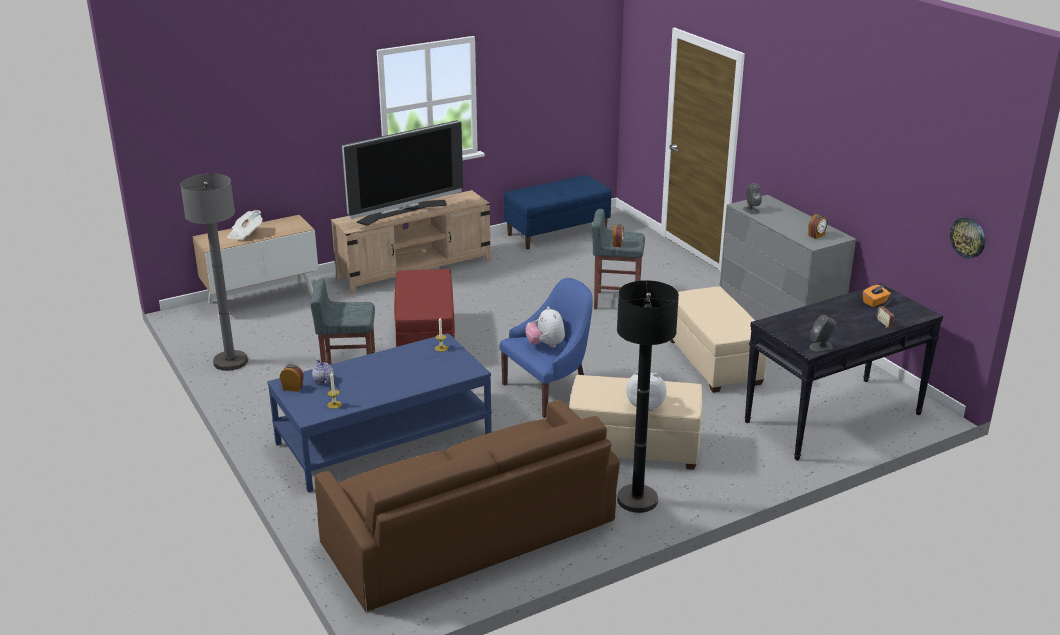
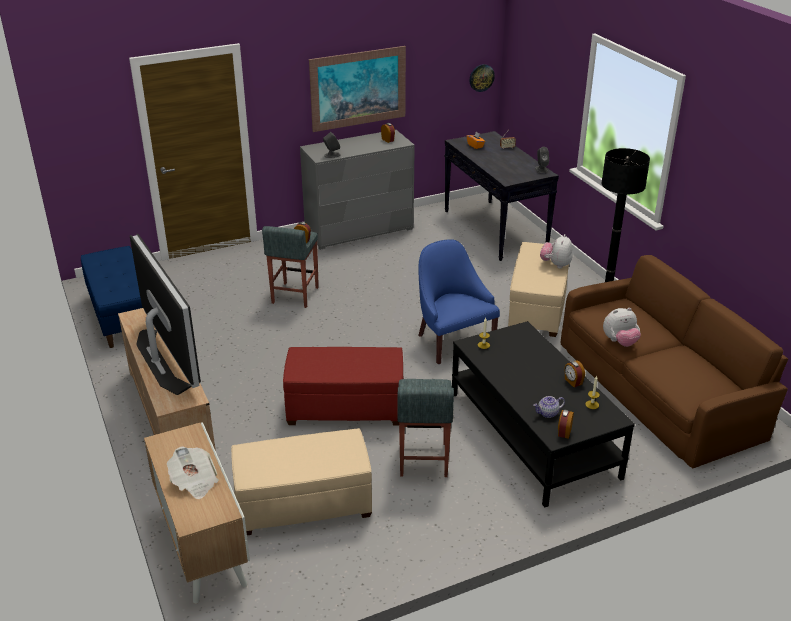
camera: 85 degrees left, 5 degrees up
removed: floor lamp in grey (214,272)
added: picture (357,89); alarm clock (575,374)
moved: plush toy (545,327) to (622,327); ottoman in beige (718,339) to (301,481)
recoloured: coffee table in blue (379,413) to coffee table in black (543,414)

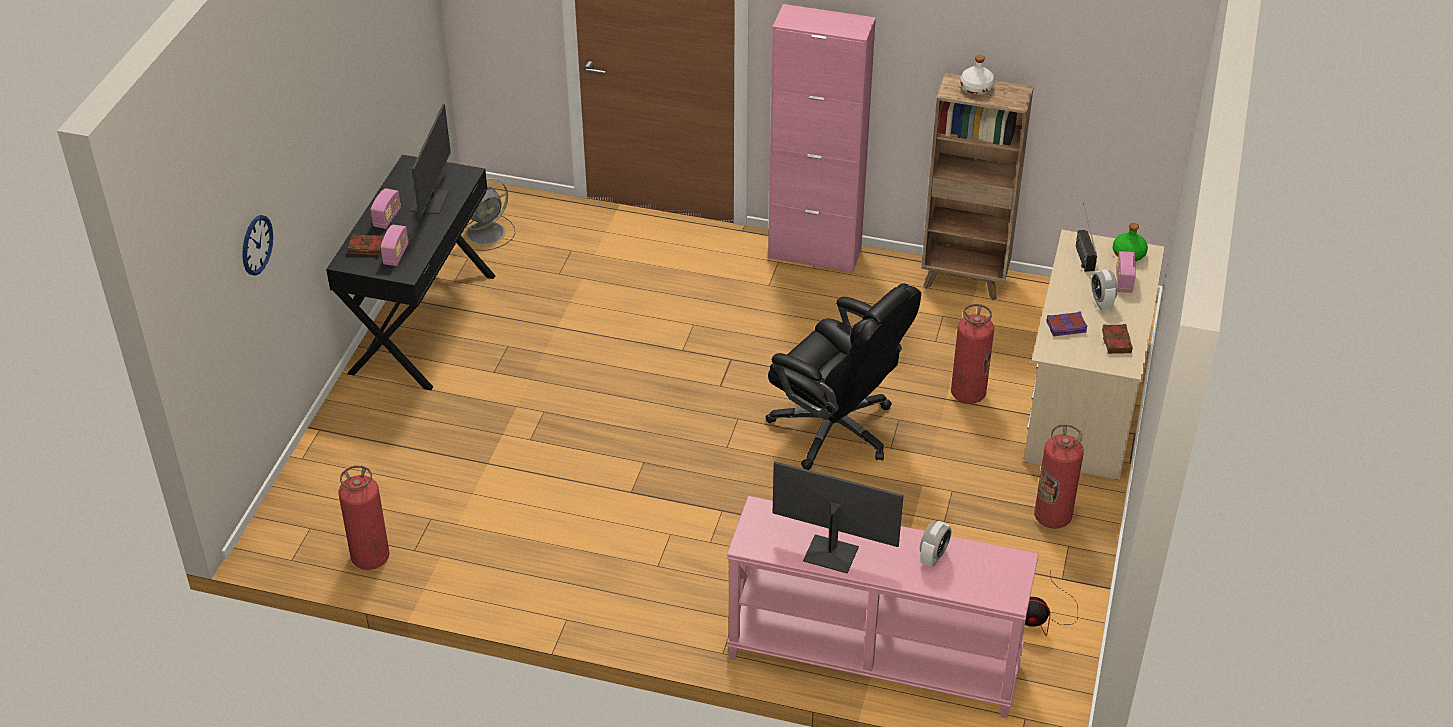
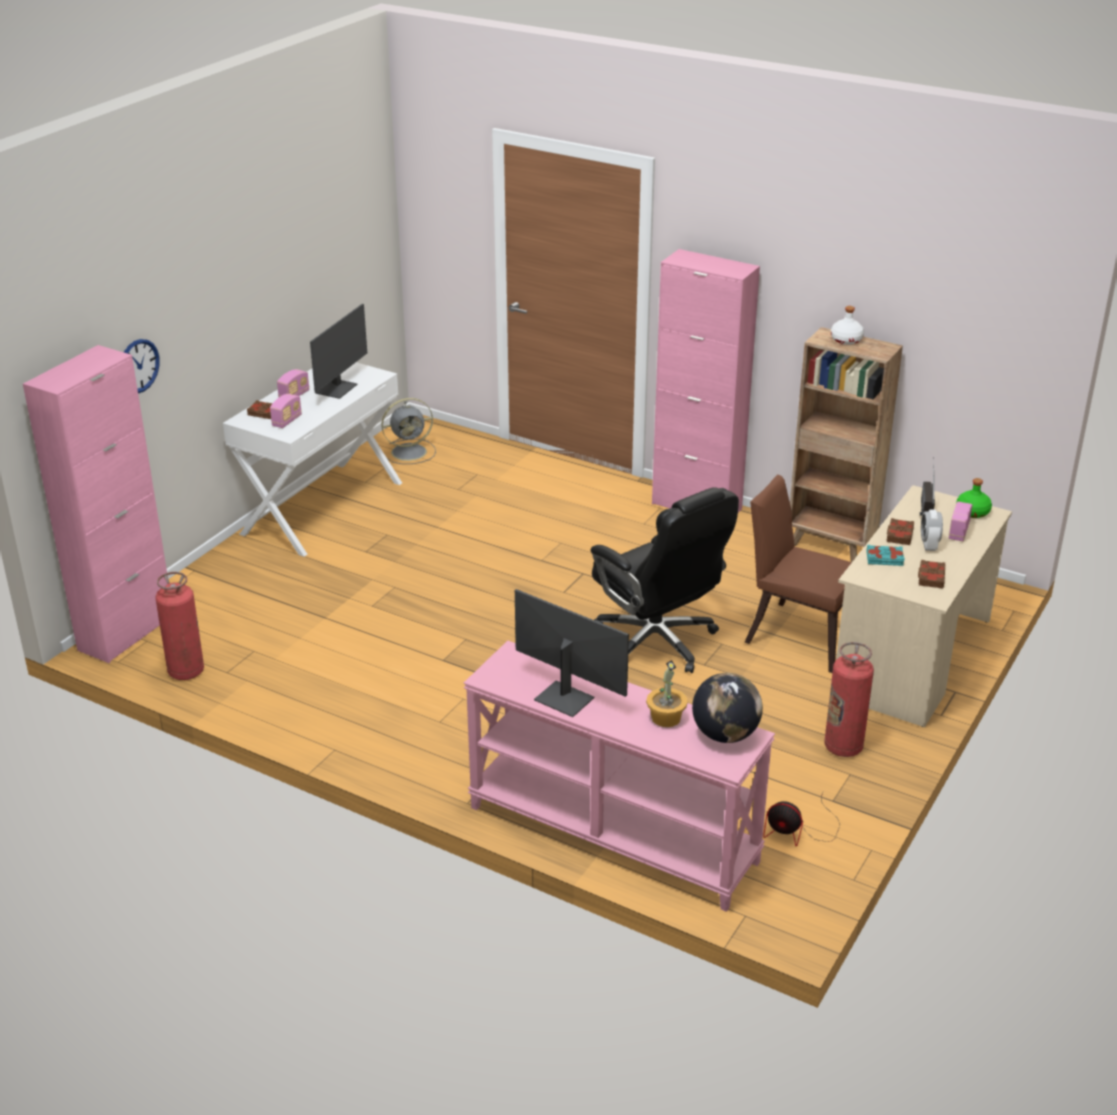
camera: 15 degrees right, 10 degrees down
added: cabinet in pink (95,504); globe (727,708); book in brown (900,531)
replaced: alarm clock (936,543) to potted plant (667,693); fire extinguisher (972,354) to chair in brown (798,573)
recoloured: desk in black (410,272) to desk in white (312,459); book in purple (1067,323) to book in turquoise (885,555)

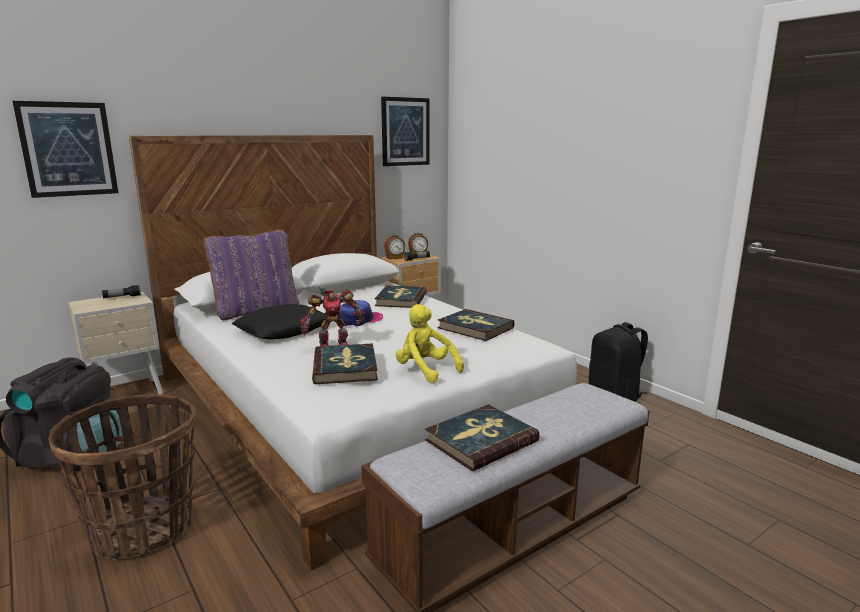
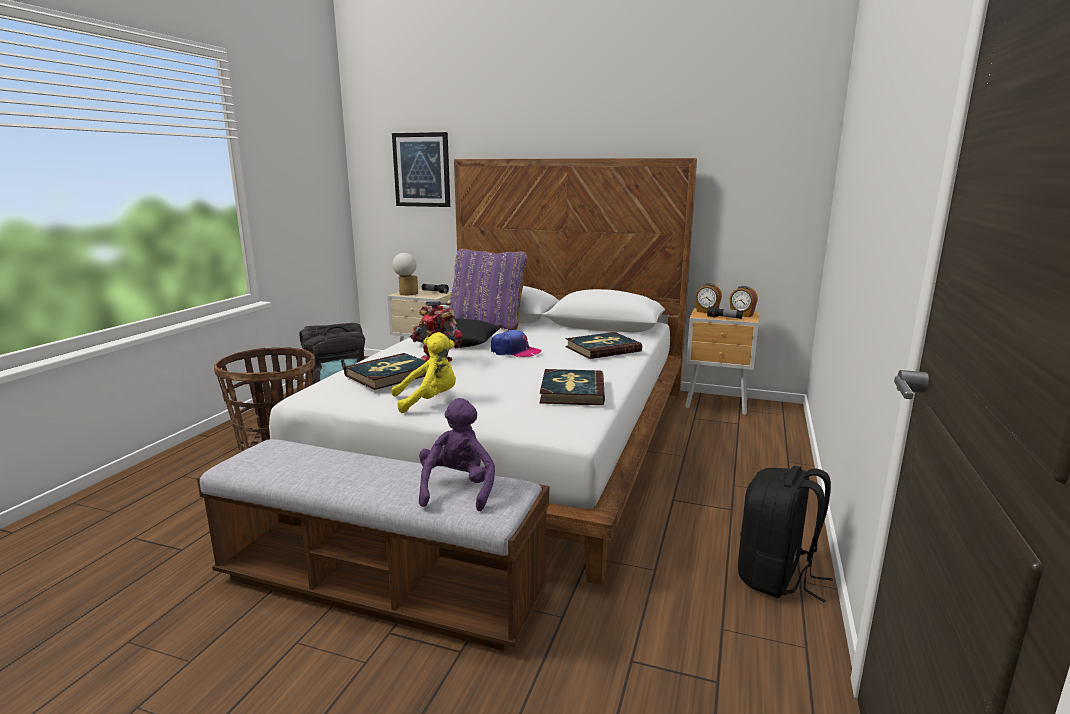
camera: 55 degrees right, 0 degrees up
removed: picture (405,131); book (482,437)
added: table lamp (405,274); plush toy in purple (457,454)
turned: plush toy in yellow (430,343) = (424,372) 60 degrees clockwise

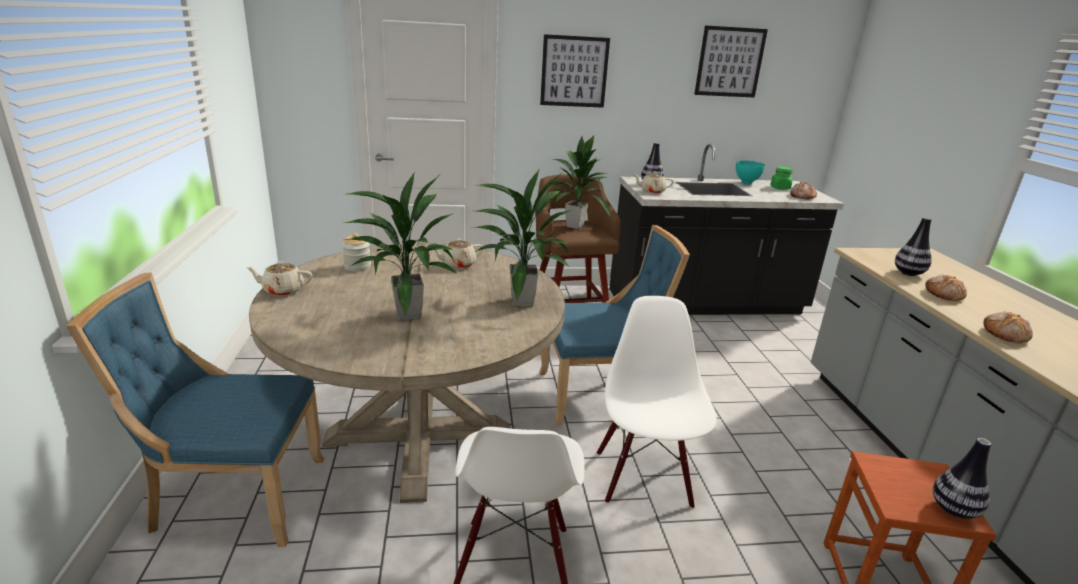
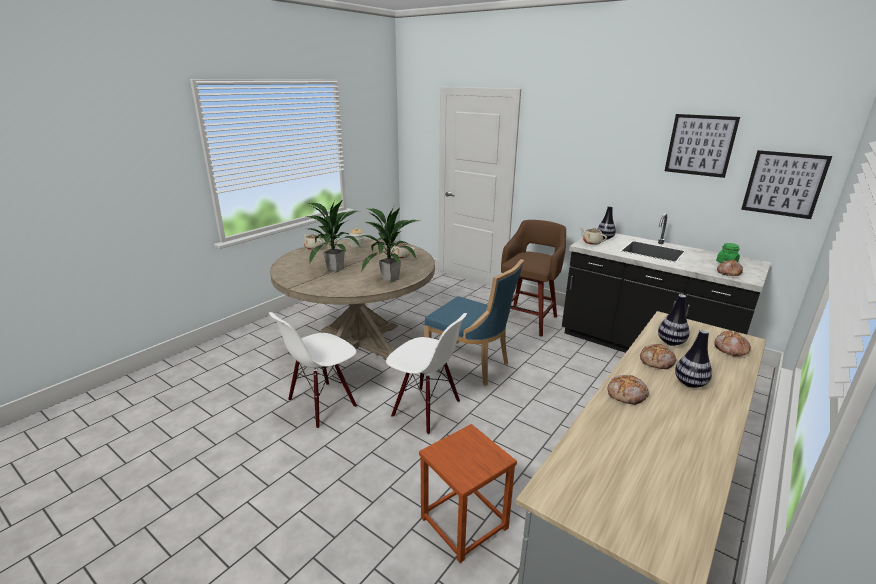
camera: 45 degrees right, 0 degrees up
removed: chair in blue (195,409); potted plant (578,182); bowl in turquoise (750,172)
added: bread (733,343)
moved: picture (575,71) to (786,184); vase (962,478) to (693,358)
turned: chair in white (657,402) = (426,374) 75 degrees clockwise

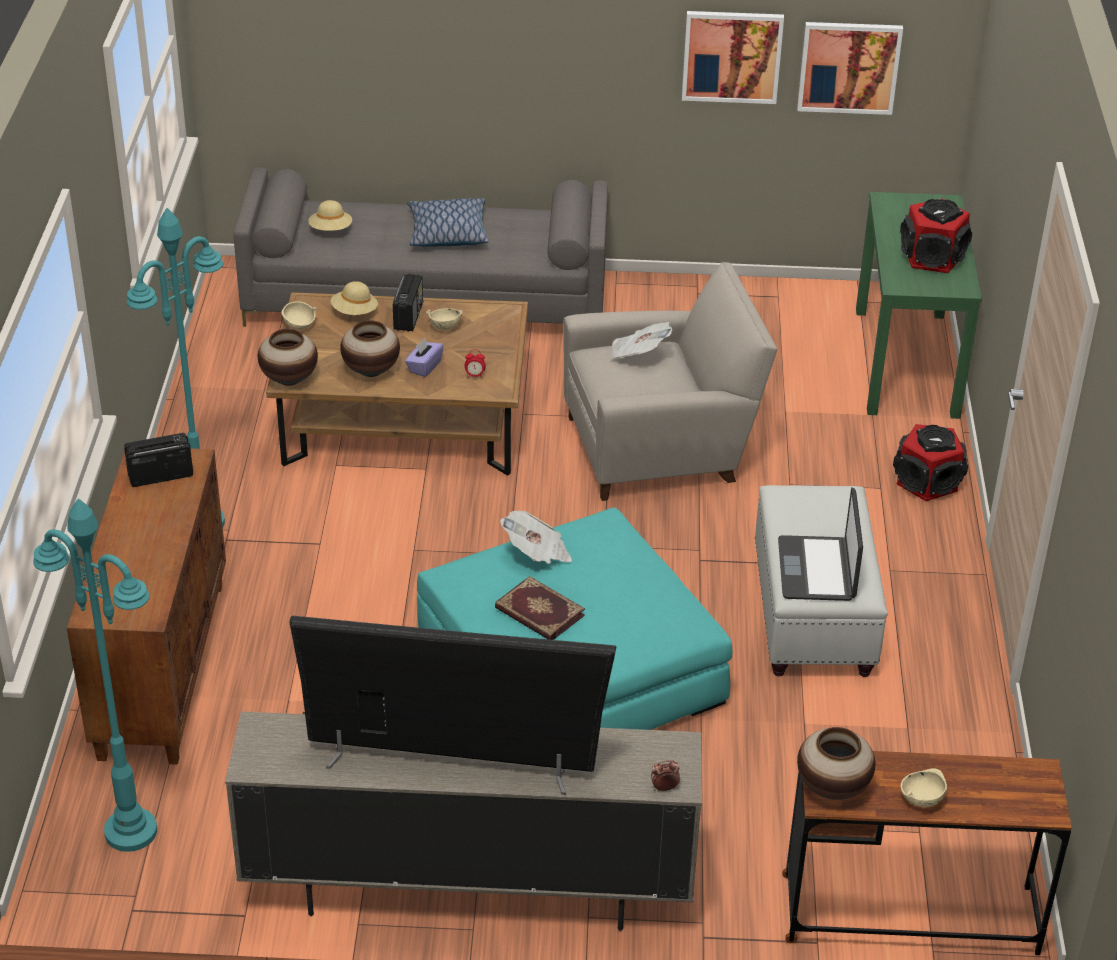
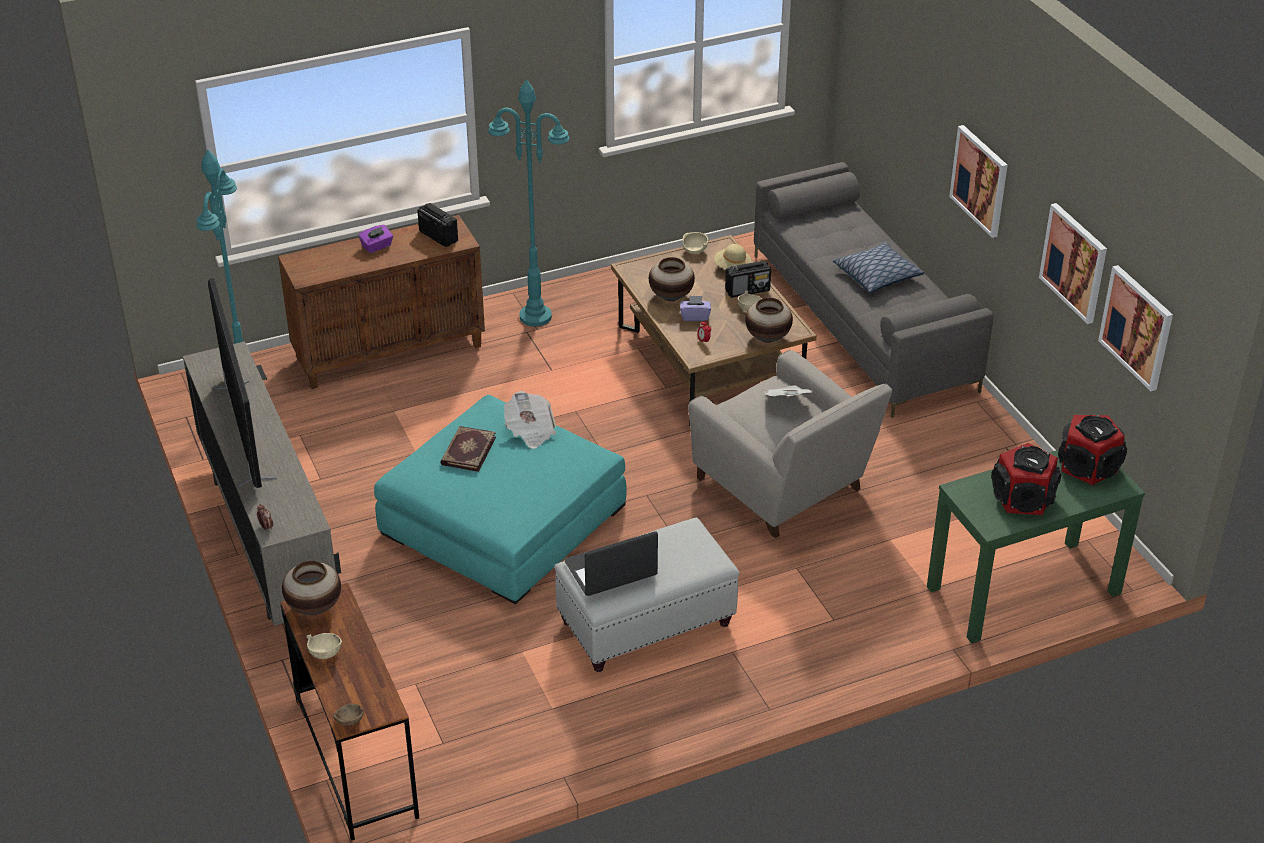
camera: 65 degrees right, 0 degrees up
removed: hat in beige (330,215)
added: bowl in brown (348,715); tissue box in purple (375,239); picture (978,181)
moved: vase (288,357) to (769,320); speaker (930,462) to (1092,450)

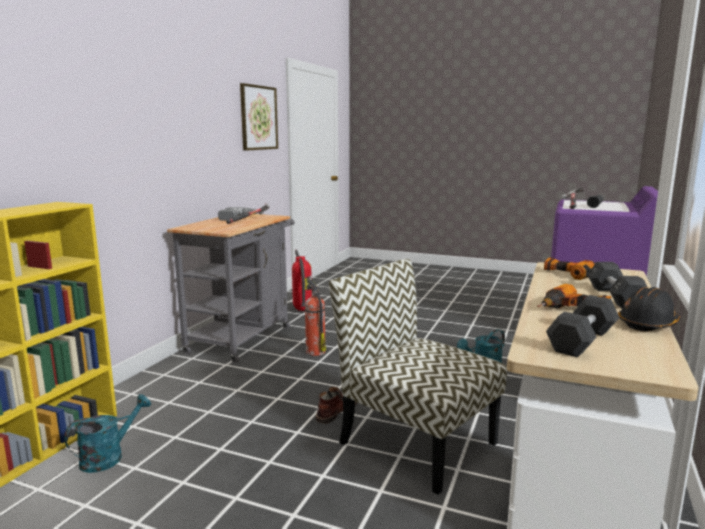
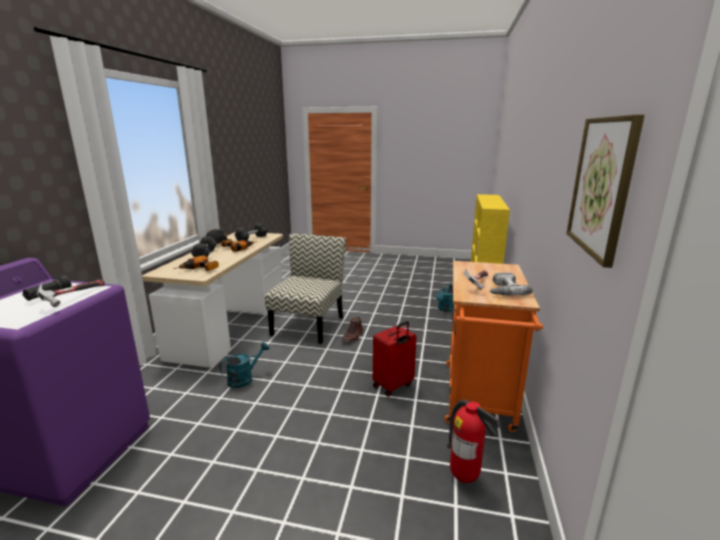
camera: 170 degrees right, 5 degrees up
replaced: fire extinguisher (315,317) to suitcase in red (395,359)
recoloured: cart in grey (231,289) to cart in orange (494,346)
turned: chair (418,377) = (305,289) 105 degrees counterclockwise

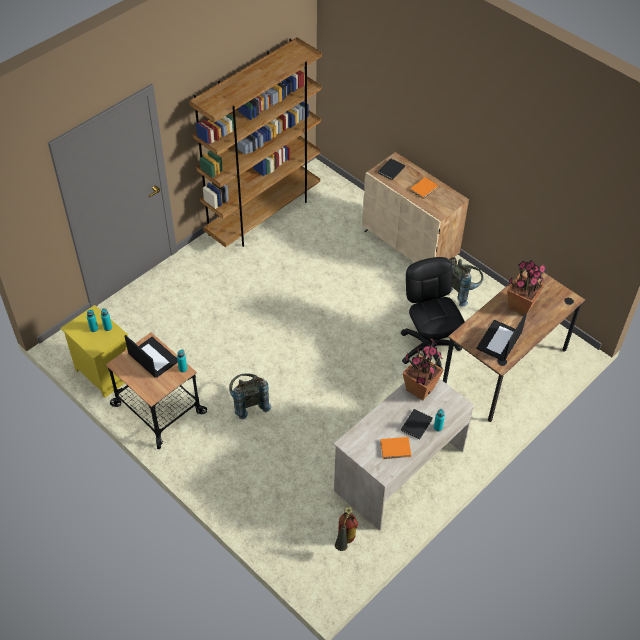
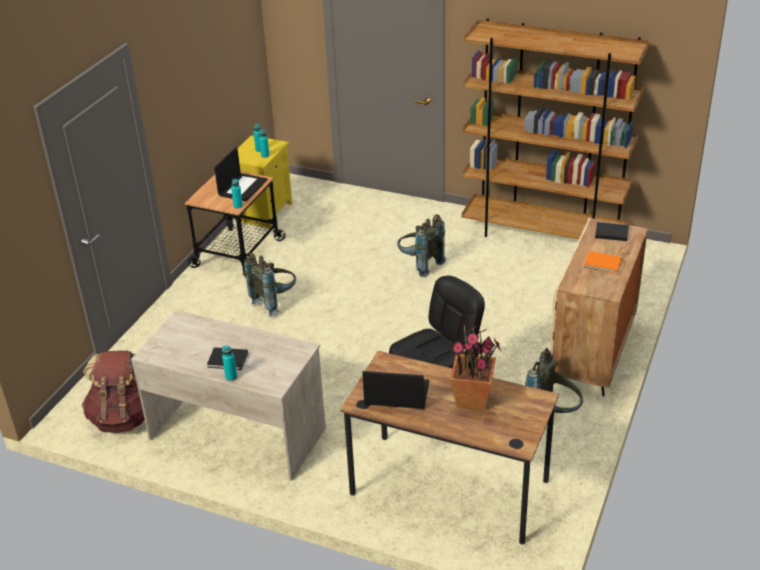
camera: 70 degrees right, 15 degrees down
removed: book in orange (395,448); potted plant (423,369)
added: backpack in grey (421,245)
replaced: fire extinguisher (346,529) to backpack in brown (113,392)

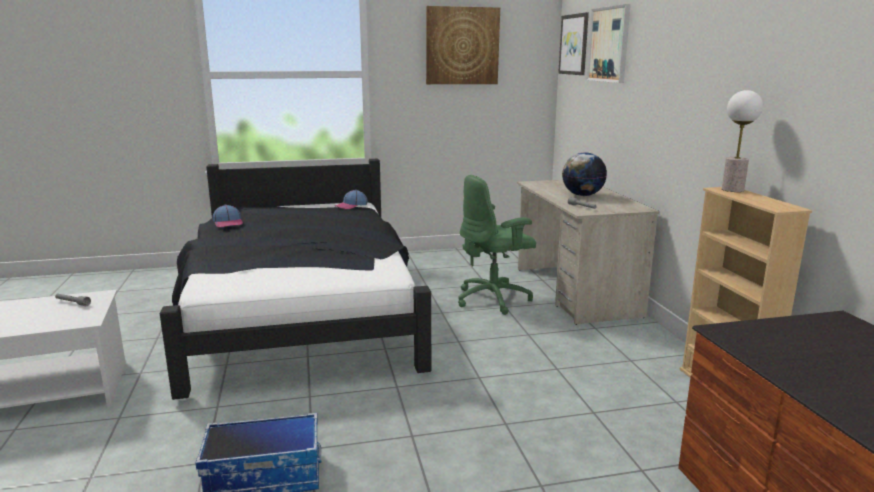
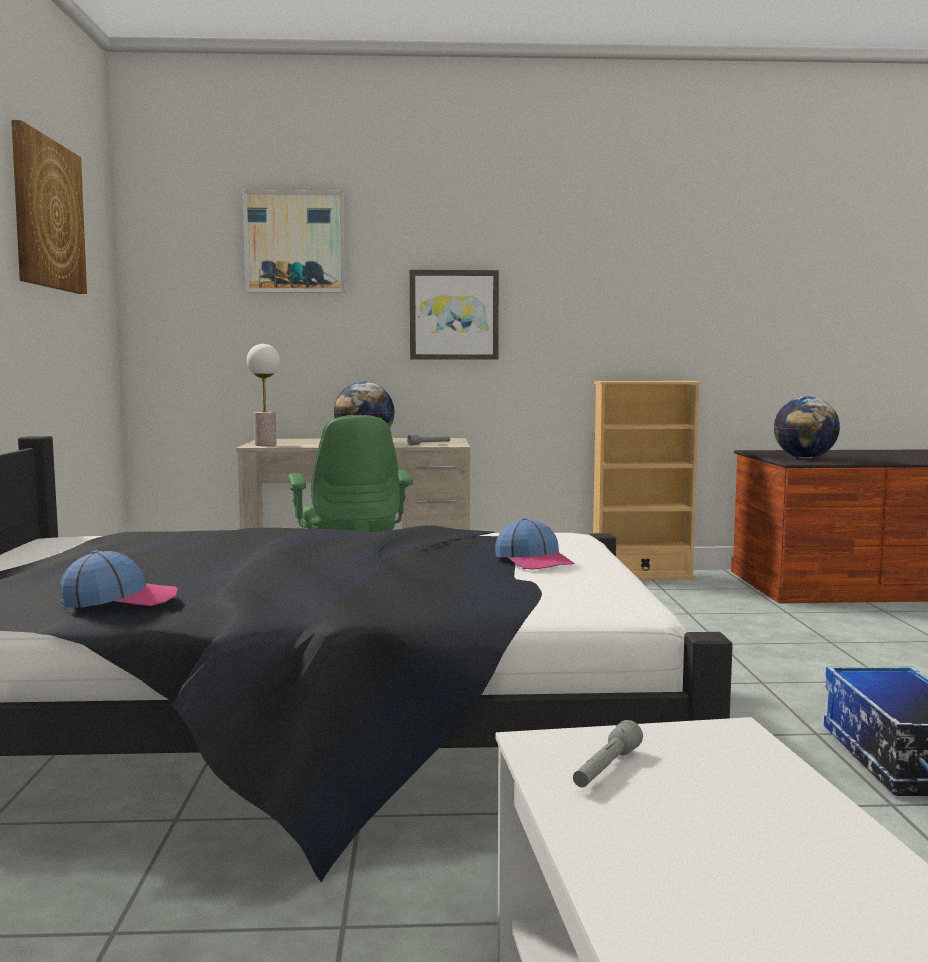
camera: 80 degrees left, 10 degrees down
added: globe (807,427)
moved: cap (351,199) to (534,544); picture (573,43) to (454,315); table lamp (742,141) to (263,395)

